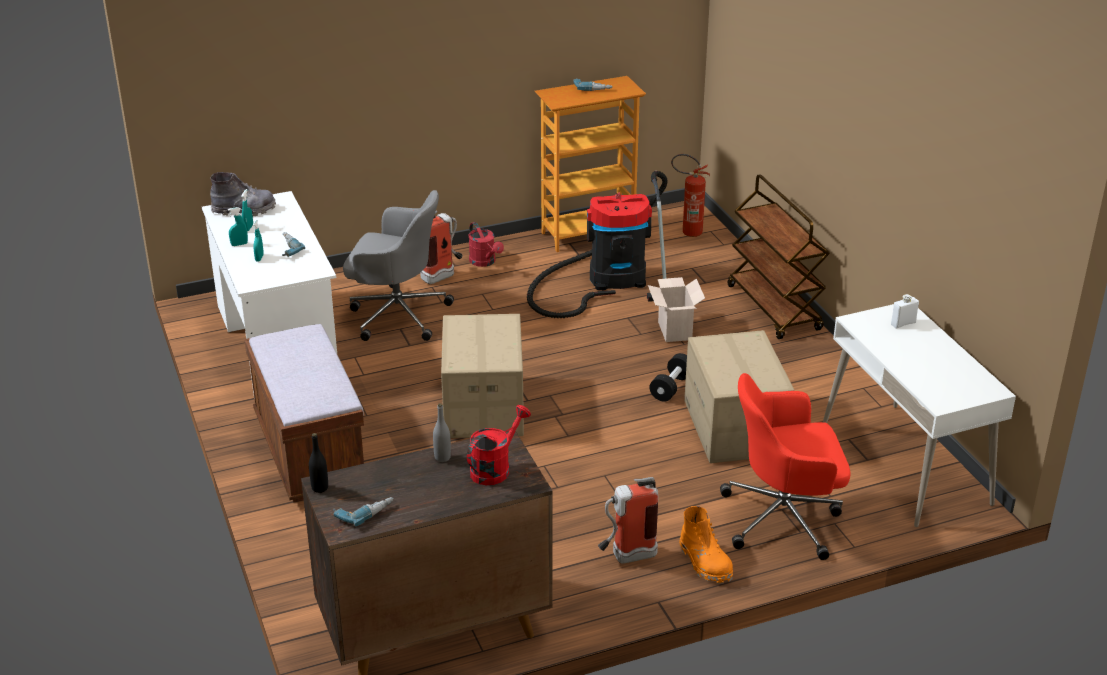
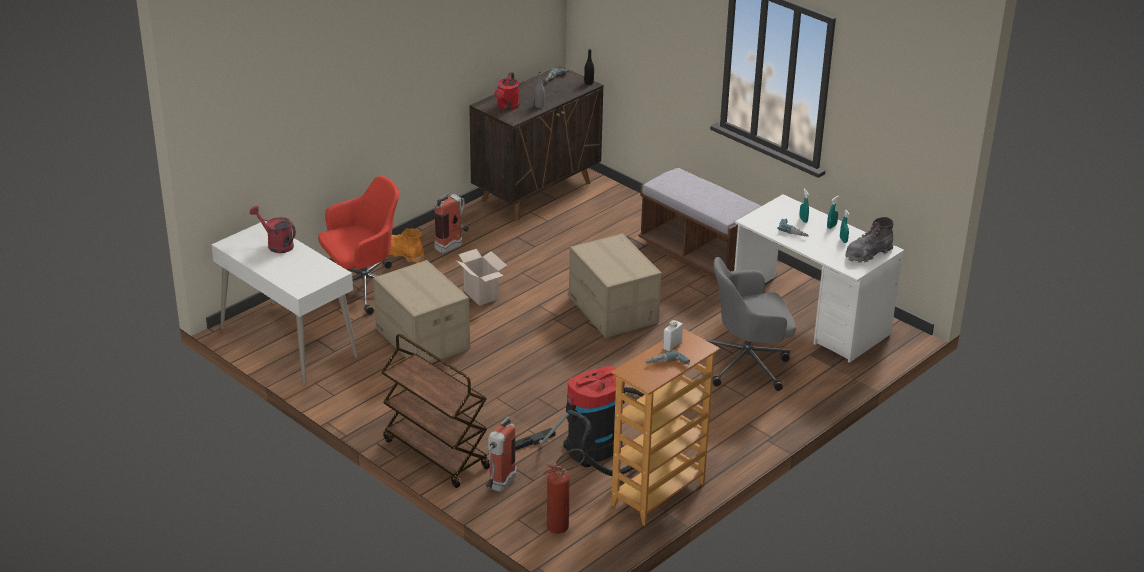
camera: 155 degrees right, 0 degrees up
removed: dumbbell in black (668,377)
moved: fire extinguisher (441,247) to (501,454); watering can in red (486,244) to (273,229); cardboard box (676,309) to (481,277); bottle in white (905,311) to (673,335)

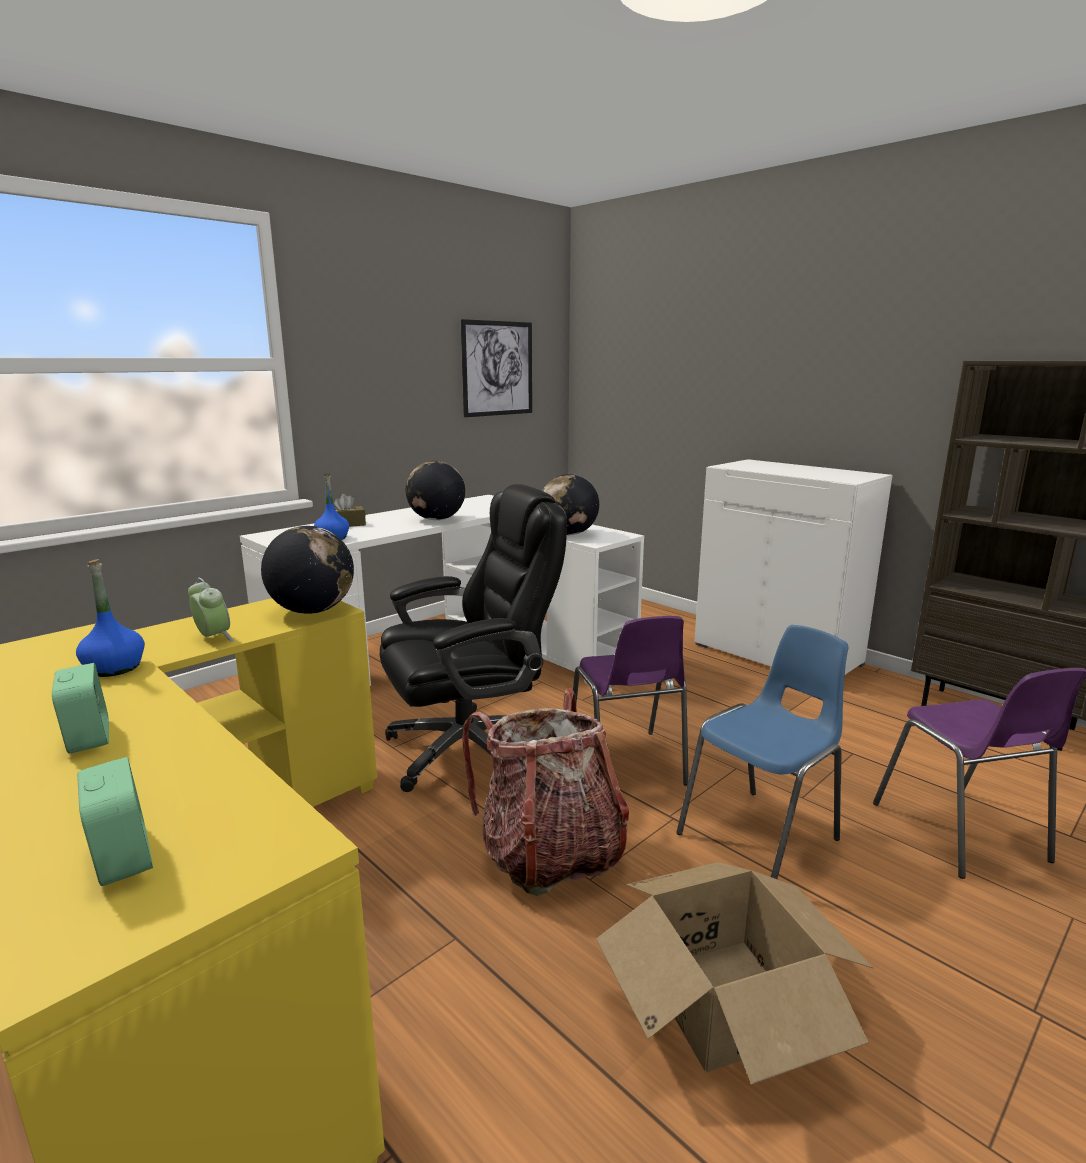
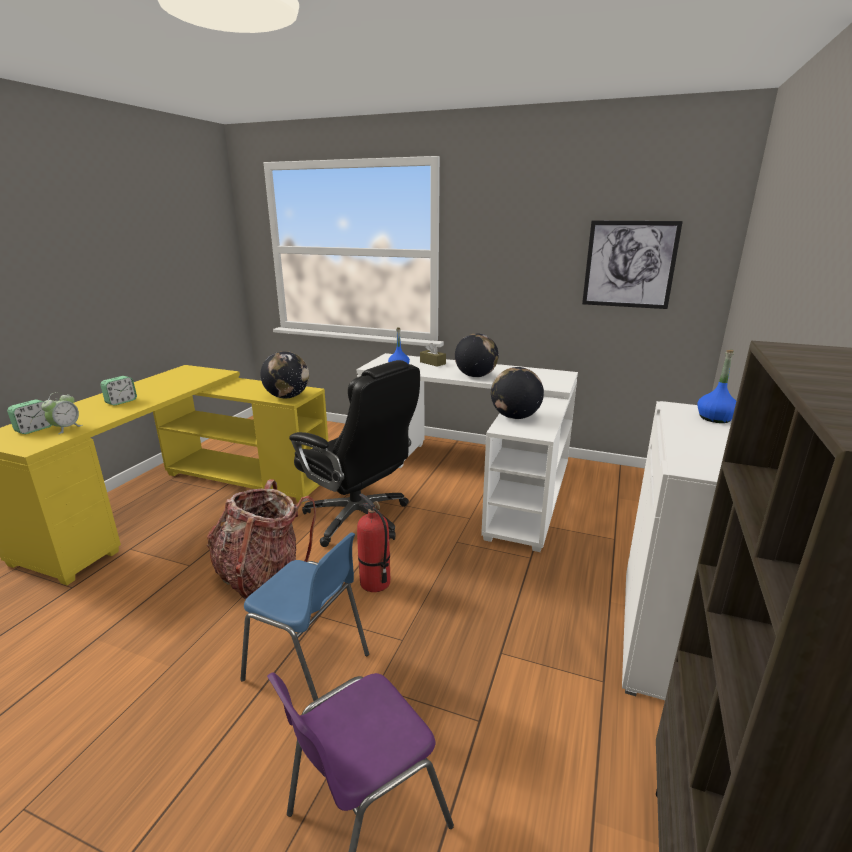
camera: 65 degrees right, 5 degrees up
removed: cardboard box (735,973)
moved: bottle in blue (110,618) to (716,386); alarm clock (211,609) to (61,413)
replaced: chair in purple (631,701) to fire extinguisher (373,543)

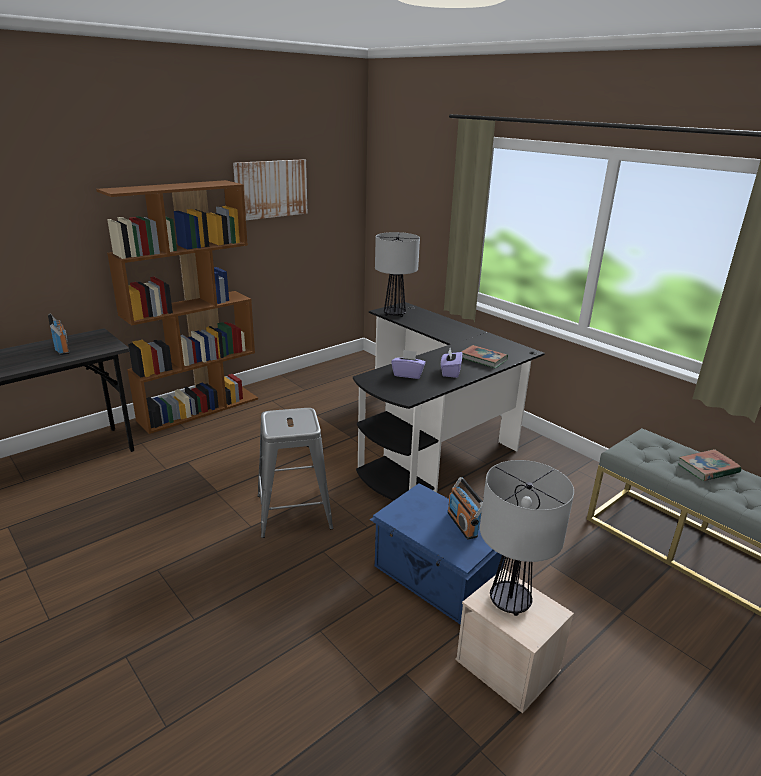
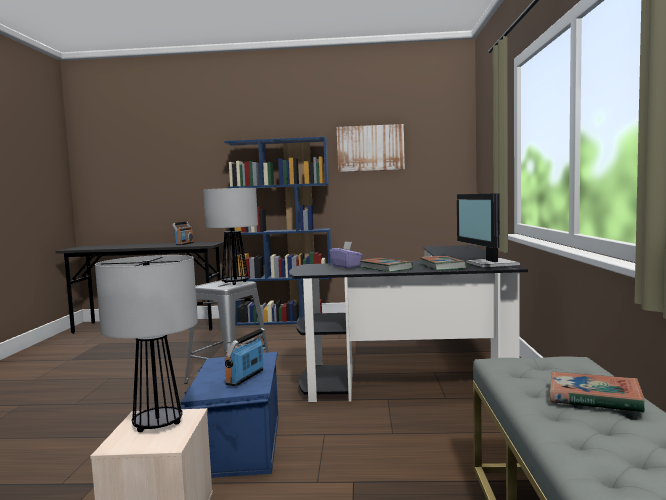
camera: 45 degrees right, 20 degrees down
added: monitor (488,230)
moved: table lamp (397,274) to (230,236)
replaced: tissue box in purple (452,363) to book (386,265)
recoloured: bookcase in brown (177,307) to bookcase in blue (278,231)

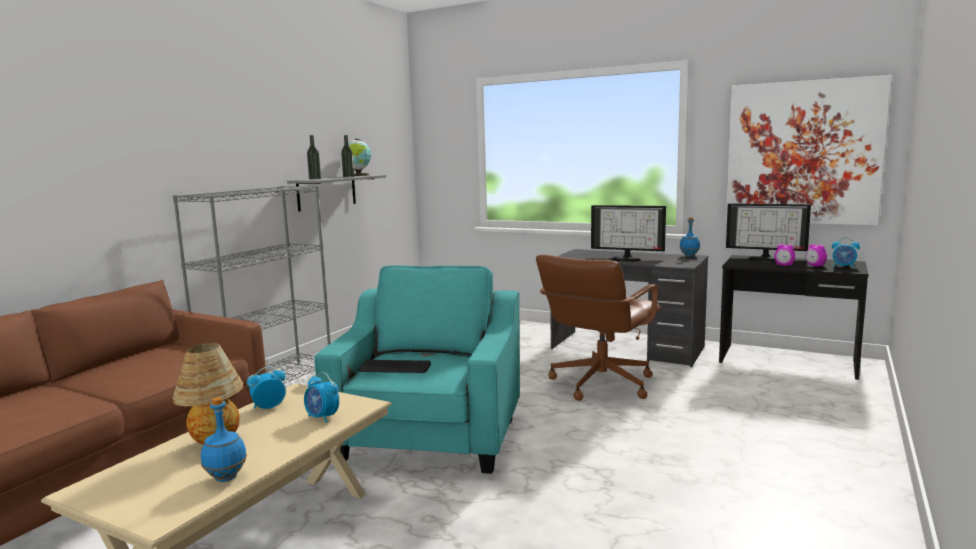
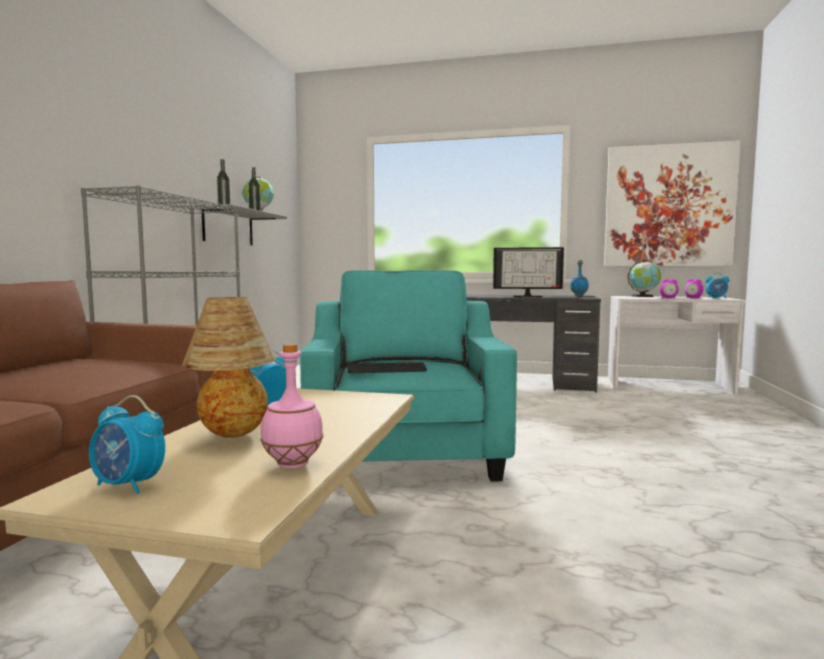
camera: 15 degrees left, 5 degrees down
removed: office chair in brown (598,328)
moved: alarm clock (321,397) to (127,444)
replaced: monitor (768,232) to globe (644,279)
recoloured: bottle in blue (224,439) to bottle in pink (291,406); desk in black (794,317) to desk in white (677,345)

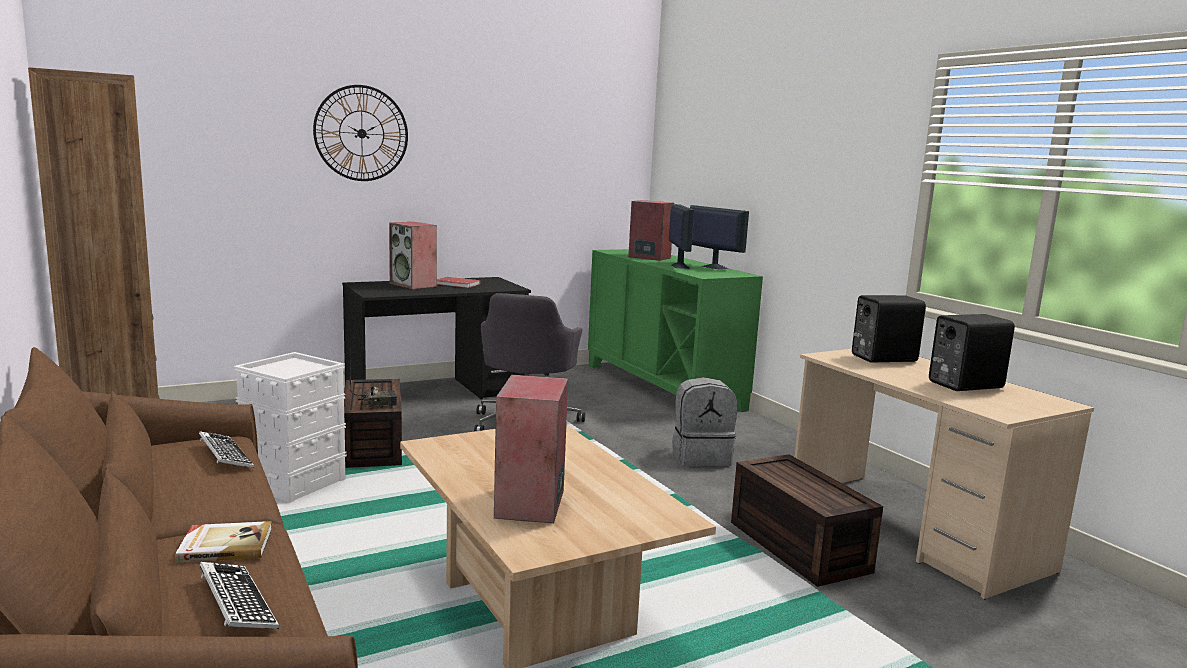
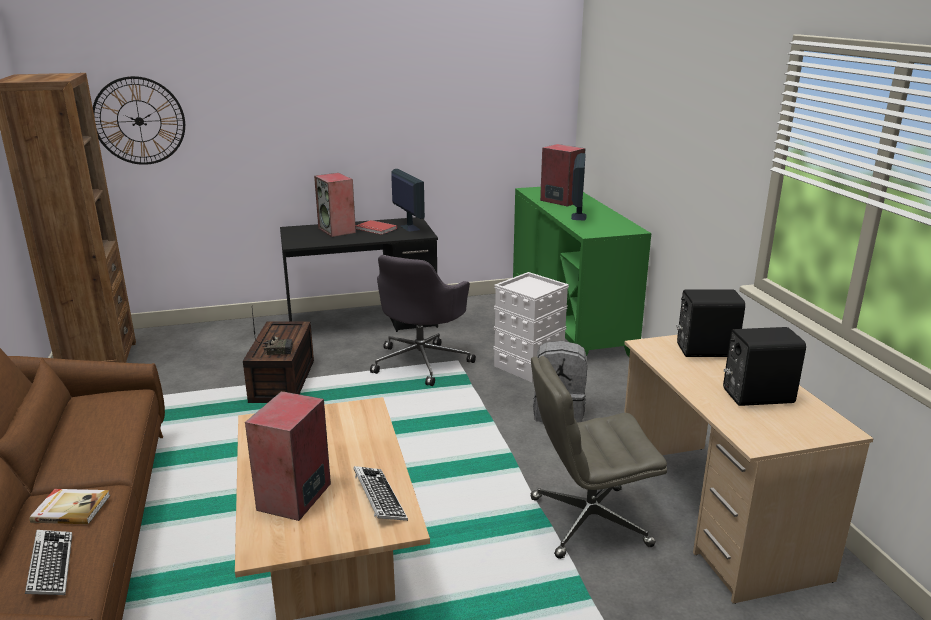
camera: 15 degrees right, 10 degrees up
moved: keyboard (226,449) to (380,493); storage box in white (290,427) to (531,327); wall clock (360,133) to (139,120); monitor (719,237) to (408,200)
replaced: storage box in brown (807,520) to office chair in grey (599,457)

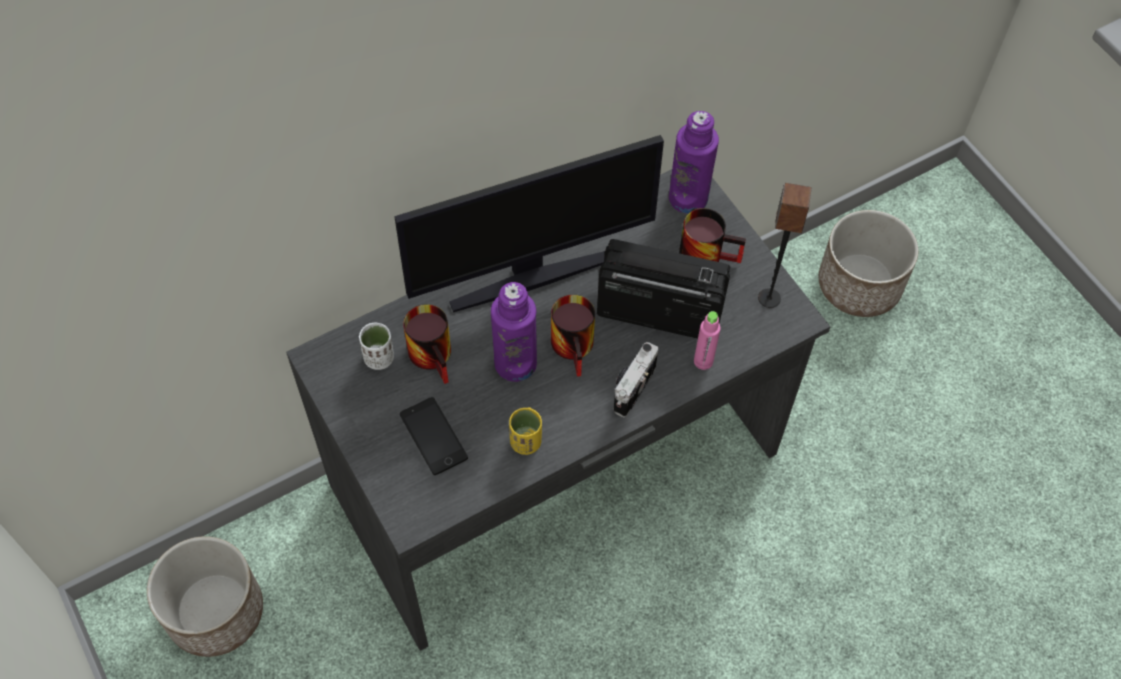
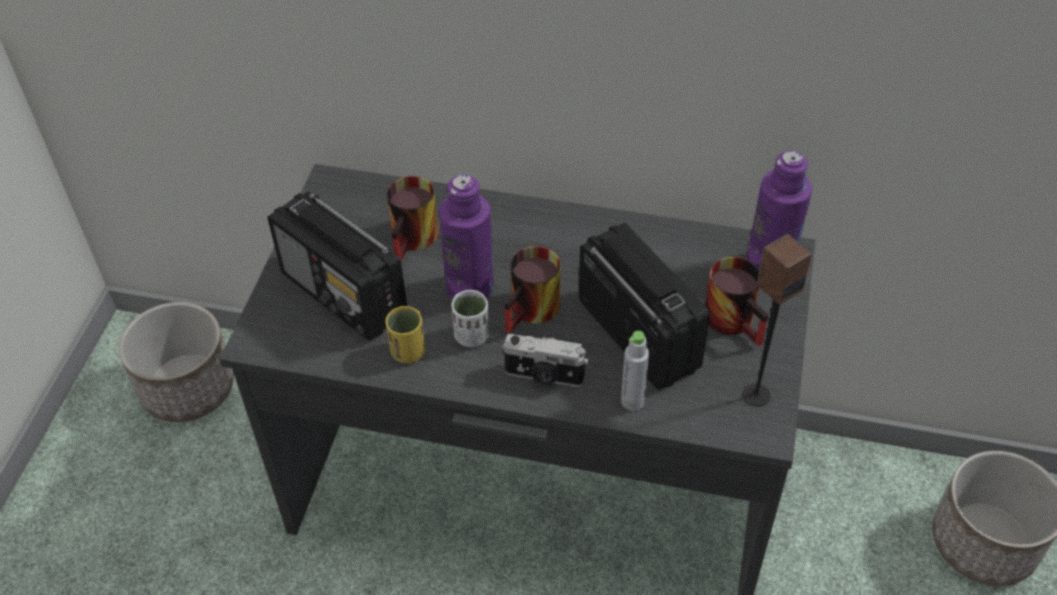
camera: 45 degrees right, 10 degrees down
removed: monitor (529,223)
moved: cup in white (376,346) to (470,318)
replaced: phone (434,436) to radio (337,266)
recoloured: bottle in pink (707,340) to bottle in grey (635,371)
turned: photo camera (636,380) = (545,360) 150 degrees counterclockwise

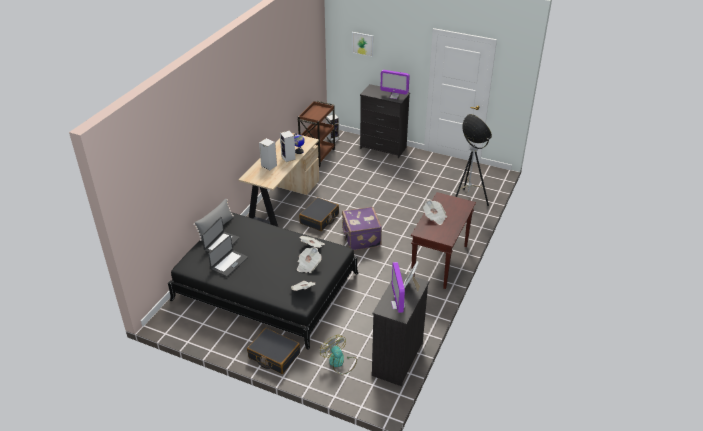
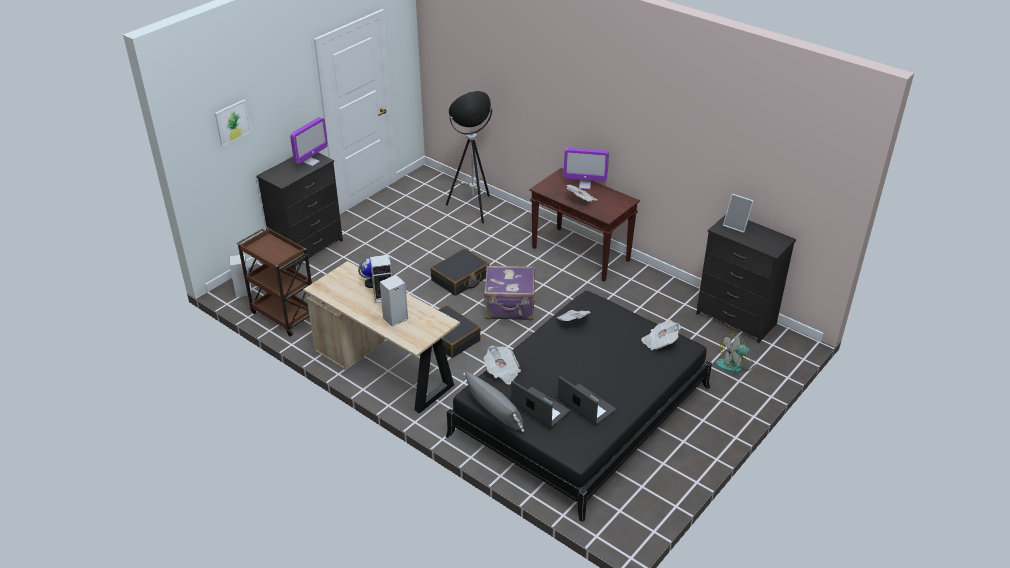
camera: 75 degrees left, 0 degrees up
moved: suitcase in black (273,351) to (460,272); newspaper (309,260) to (502,365); monitor (398,287) to (586,168)

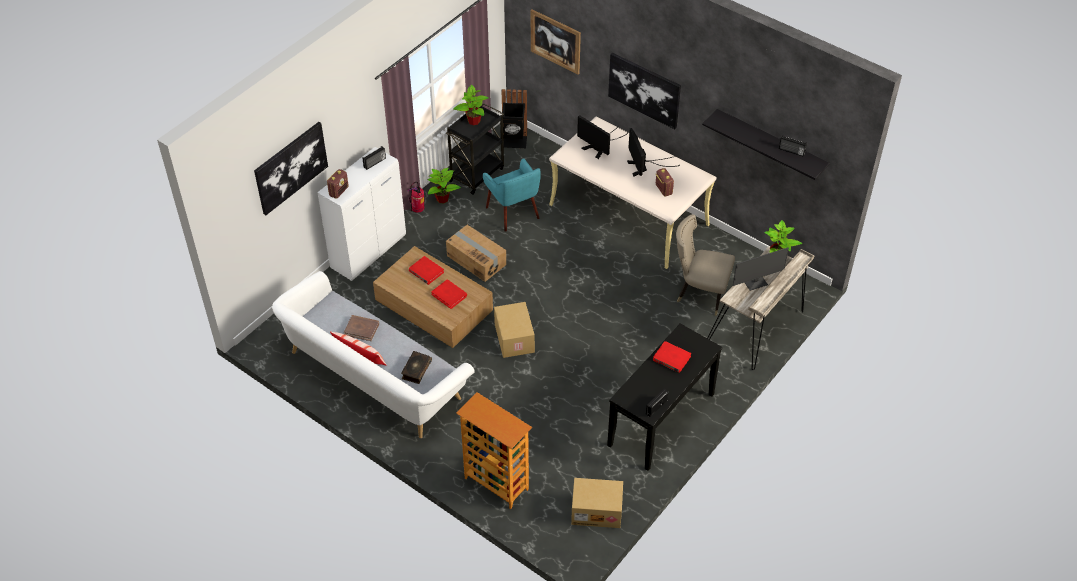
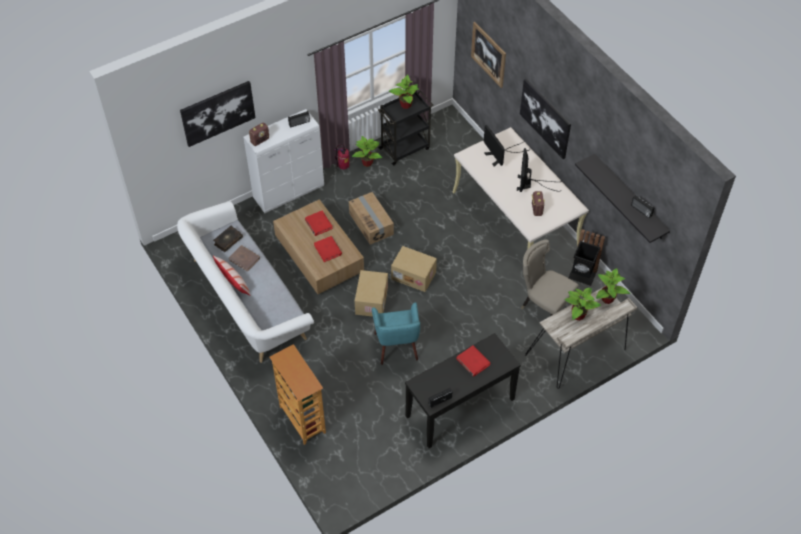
camera: 20 degrees right, 5 degrees up
moved: book (416,367) to (228,239); armchair in turquoise (512,195) to (396,333); trash can in black (514,118) to (586,257); cardboard box (597,503) to (414,269)
replaced: monitor (761,269) to potted plant (582,304)

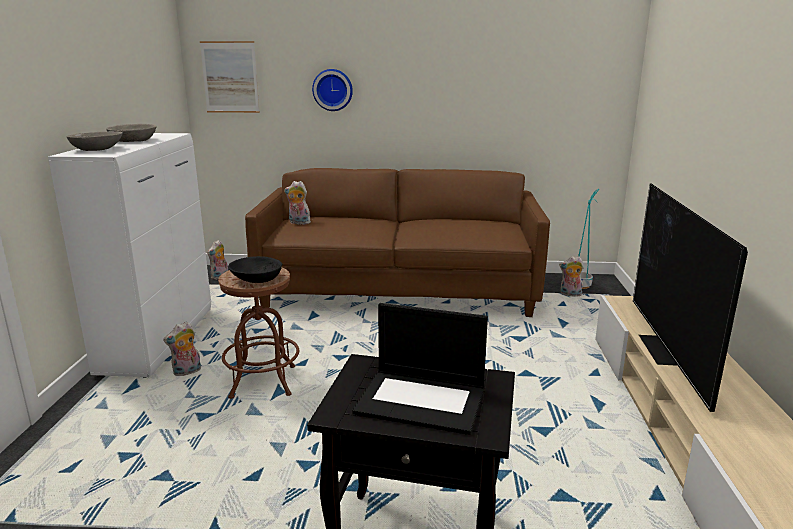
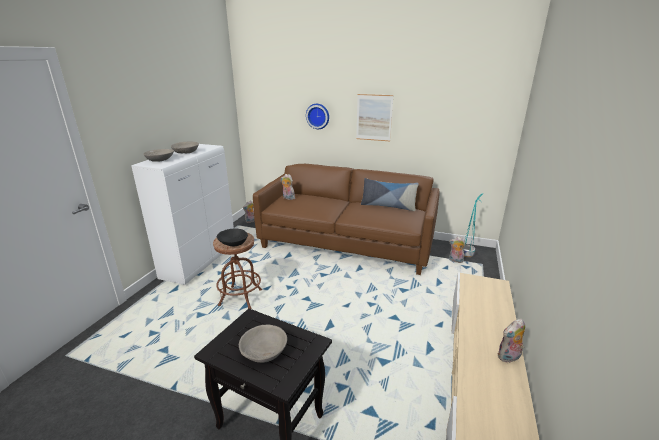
camera: 15 degrees right, 5 degrees up
removed: television (690,297)
added: pillow (390,194)
moved: plush toy (182,349) to (511,341); picture (230,77) to (374,117)
replaced: laptop (420,369) to bowl in grey (263,344)

